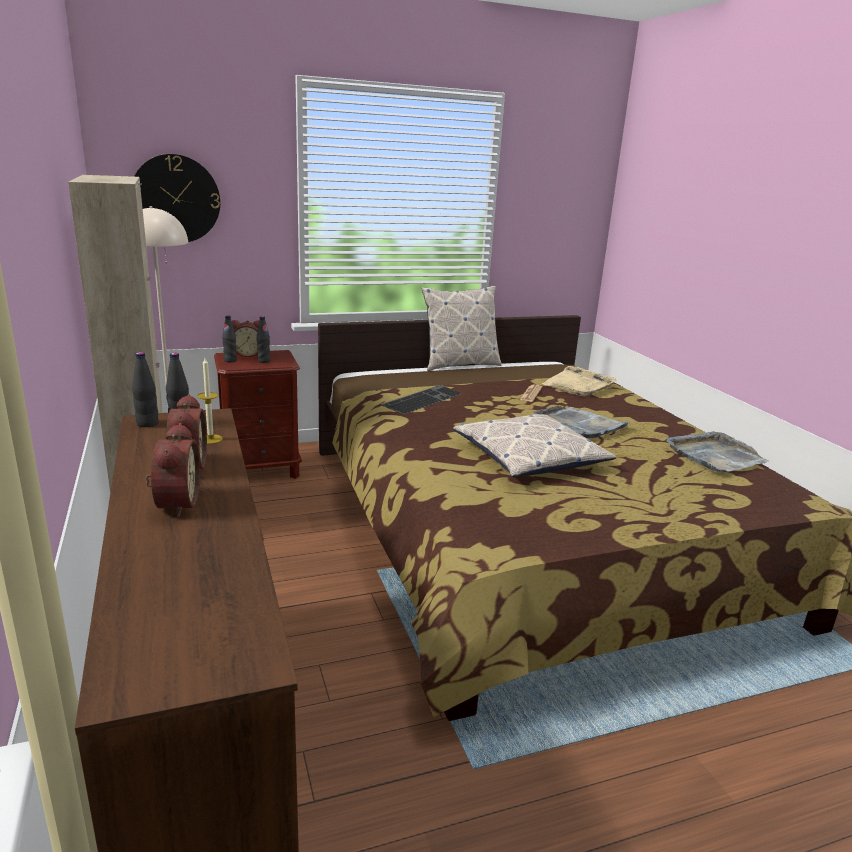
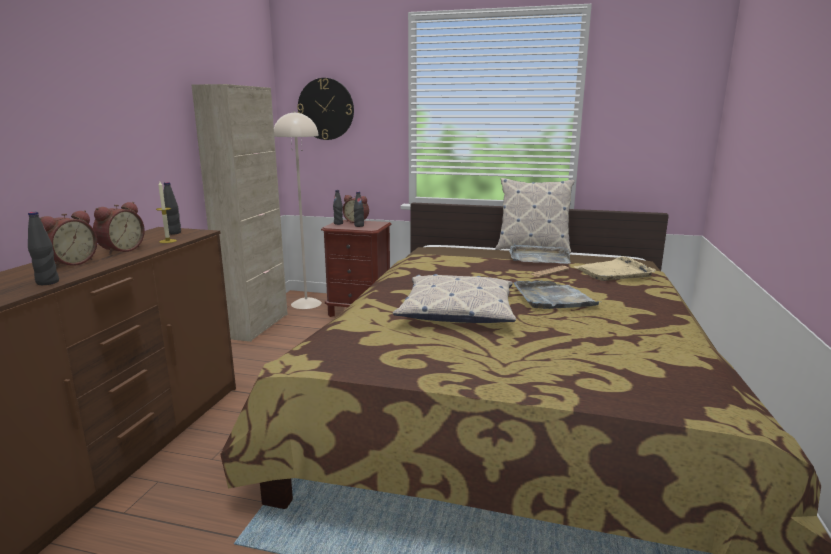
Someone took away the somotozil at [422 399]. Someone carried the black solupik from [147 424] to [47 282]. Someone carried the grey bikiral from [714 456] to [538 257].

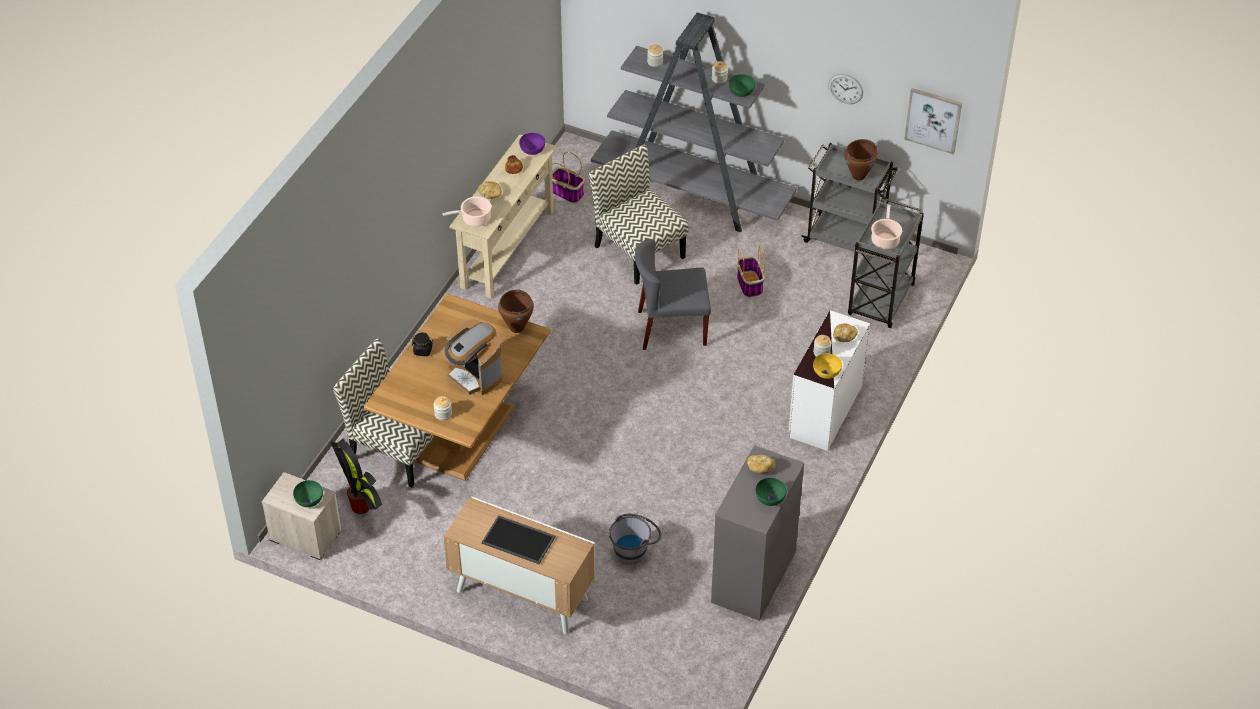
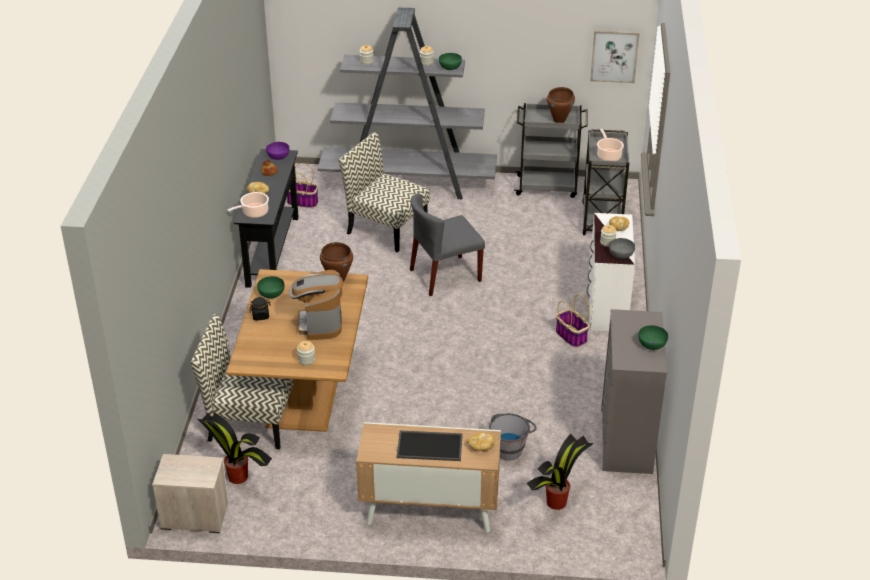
Someone took away the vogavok at [845 88]. Someone put down the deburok at [557 501]. Someone carried the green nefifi from [309 500] to [272 294]. Someone carried the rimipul from [750 285] to [571 336]. Someone carried the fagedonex from [760 468] to [480 447]. Someone repainted the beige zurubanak at [507 249], which became the black zurubanak at [272 251]. Someone repainted the yellow nefifi at [827 372], which became the grey nefifi at [621 255]. Someone rotated the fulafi at [474 375] by 60 degrees clockwise.

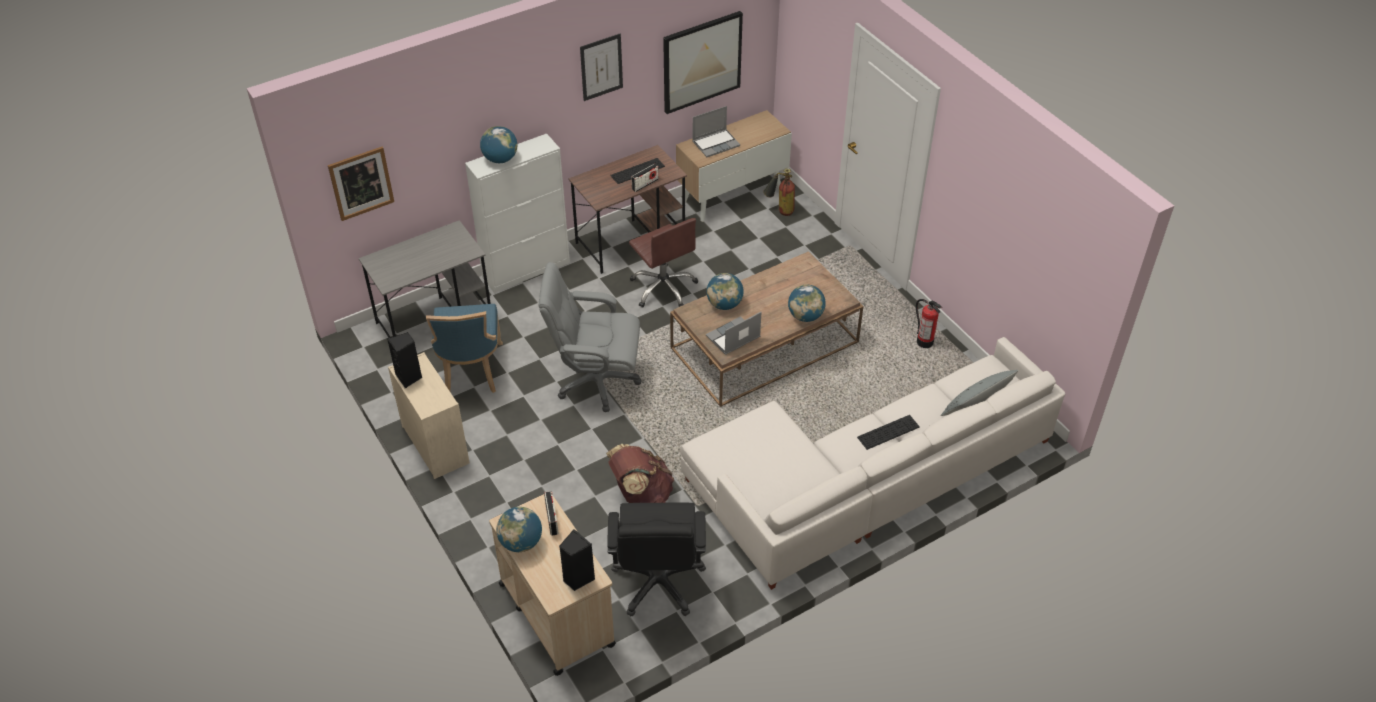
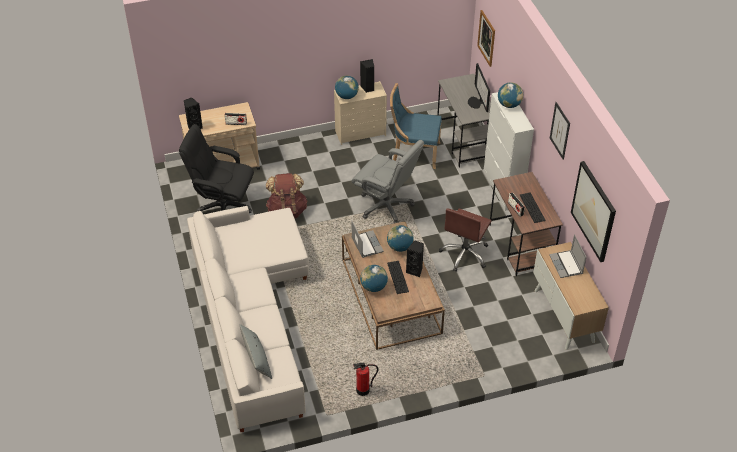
Someone took away the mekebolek at [780 210]. Someone put down the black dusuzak at [415 270]. Someone put down the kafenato at [476 102]. Someone carried the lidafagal from [521 542] to [346 96]. Someone carried the somotozil from [888 432] to [397 277]. Someone rotated the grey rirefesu at [596 381] by 105 degrees clockwise. Someone rotated the brown rirefesu at [663 288] by 45 degrees counterclockwise.

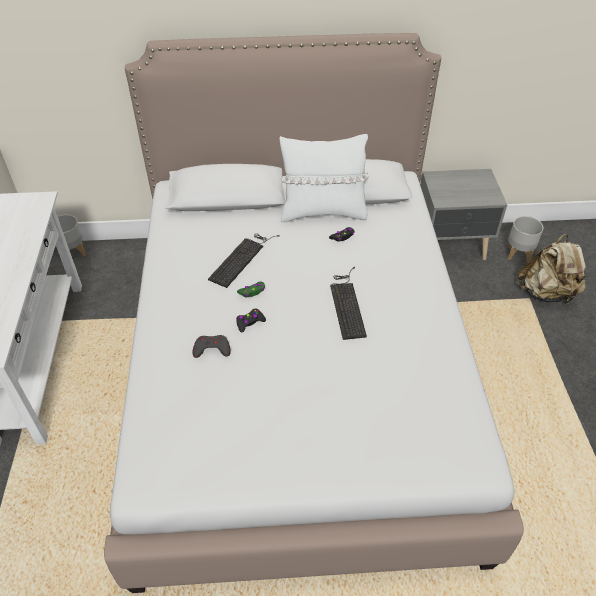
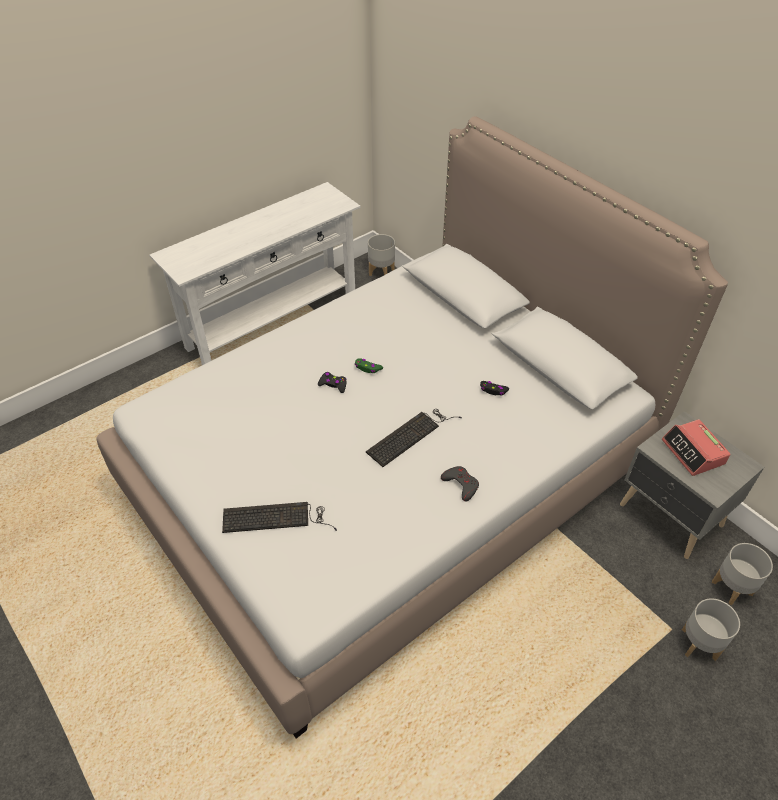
Someone took away the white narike at [323 212]. Someone put down the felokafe at [693 452]. Someone carried the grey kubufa from [212 349] to [461 484]. Someone carried the somotozil from [242 258] to [277 518]. Someone swapped the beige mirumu at [546 293] for the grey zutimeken at [699 644].

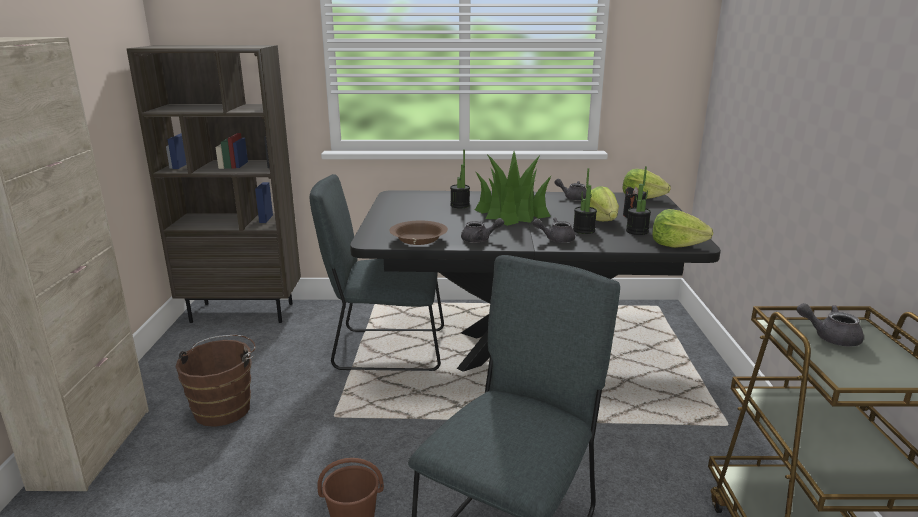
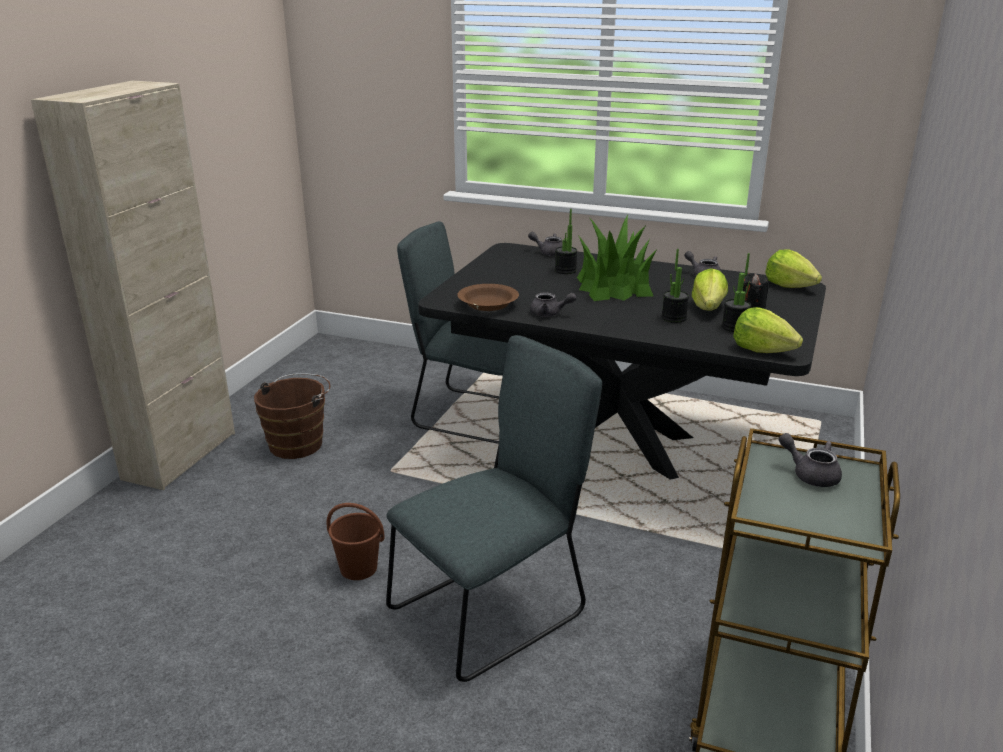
Someone took away the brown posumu at [243 312]. Someone carried the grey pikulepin from [555 239] to [549 252].

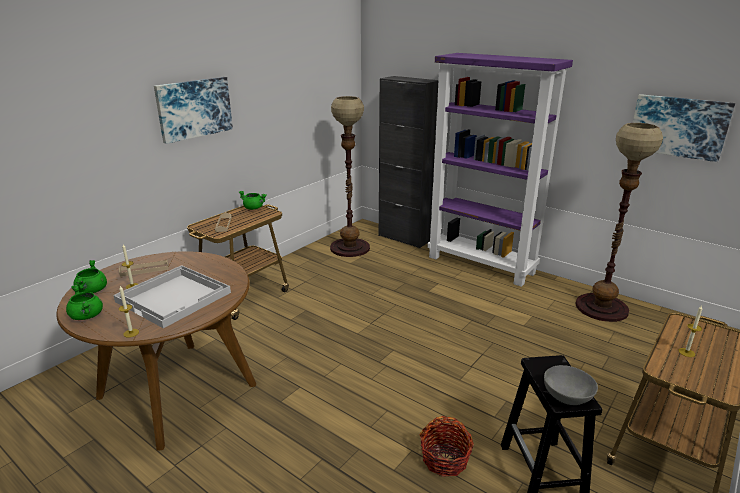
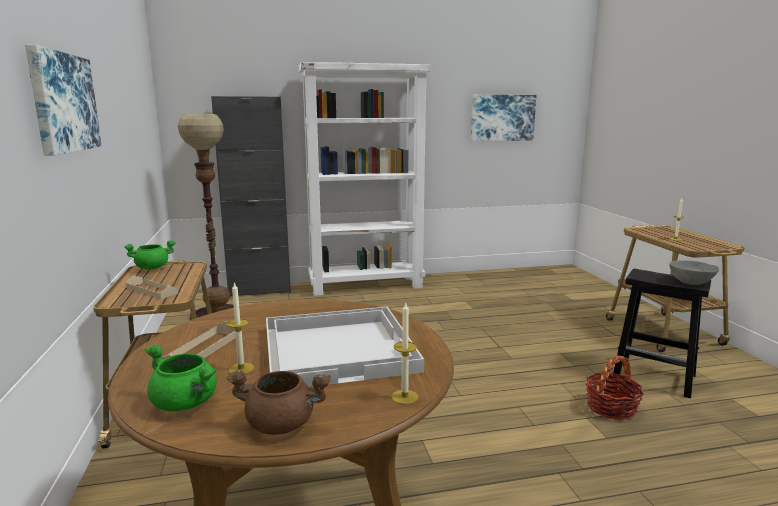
Someone took away the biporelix at [601 308]. Someone repainted the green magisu at [87 316], which became the brown magisu at [282 424]. Someone repainted the purple posumu at [481 265], which became the white posumu at [367 285].

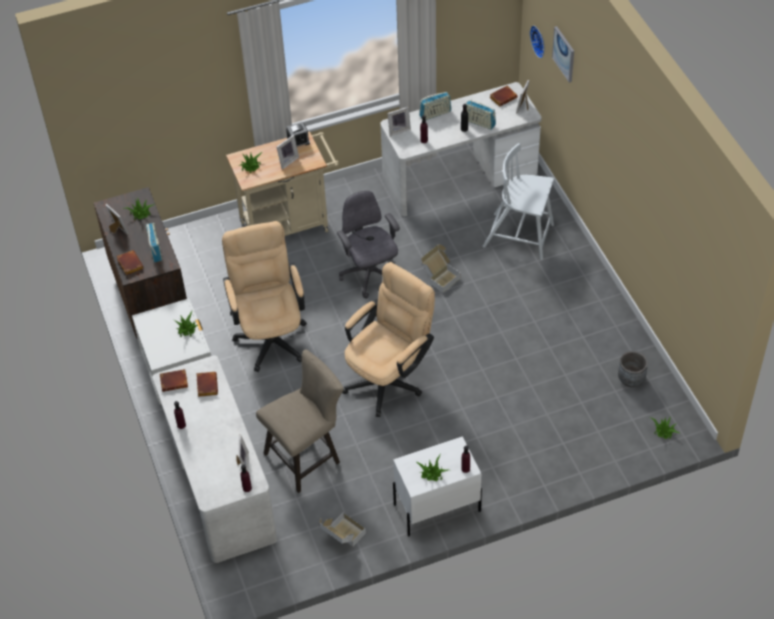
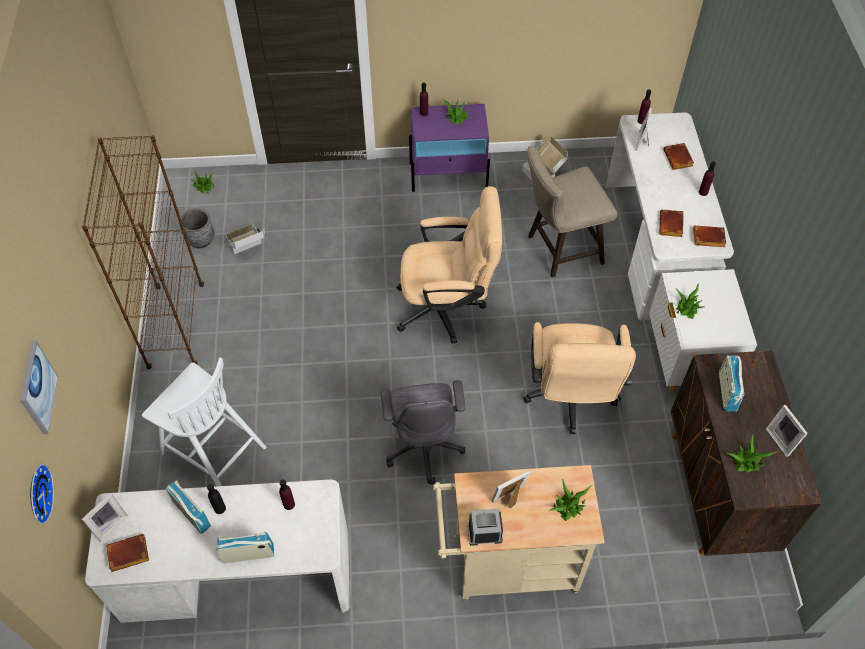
Someone took away the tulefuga at [398 130]. Someone put down the brown posumu at [176 326]. Someone carried the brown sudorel from [129 264] to [679 159]. Someone carried the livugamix from [440 277] to [247 247]. Someone repainted the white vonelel at [436 507], which became the purple vonelel at [449 175]. Someone rotated the beige rirefesu at [389 378] by 150 degrees counterclockwise.

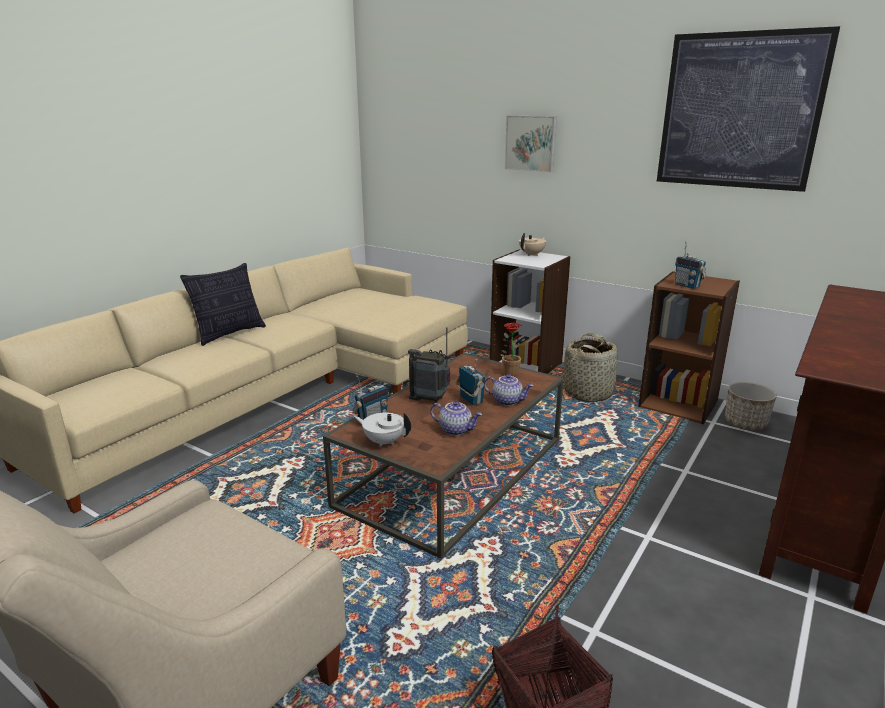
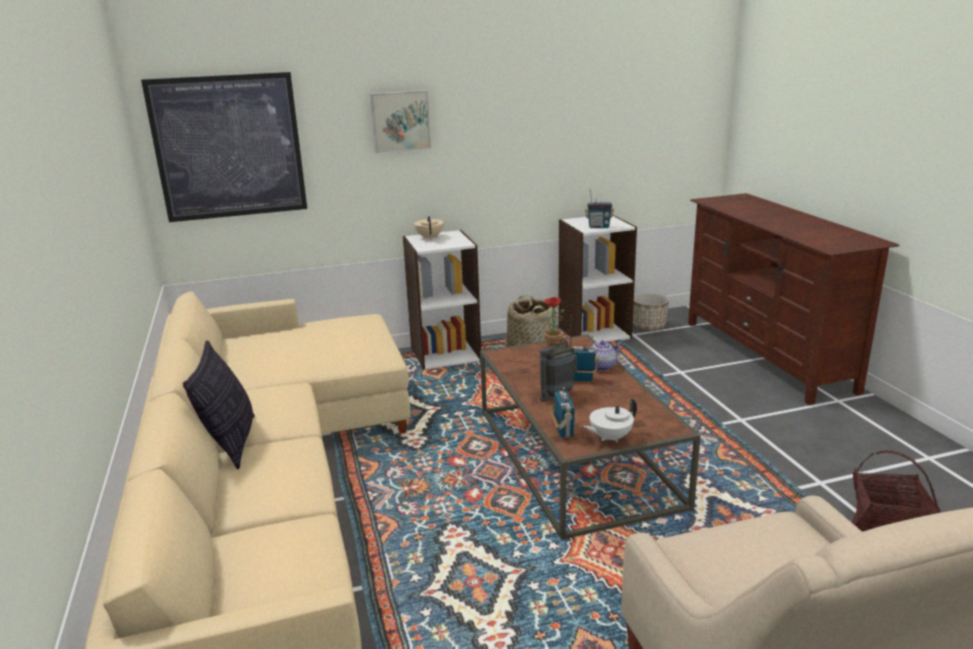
Someone took away the pikulepin at [456 430]. Someone carried the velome from [739 111] to [229 147]. Someone repainted the brown posumu at [678 403], which became the white posumu at [594 332].

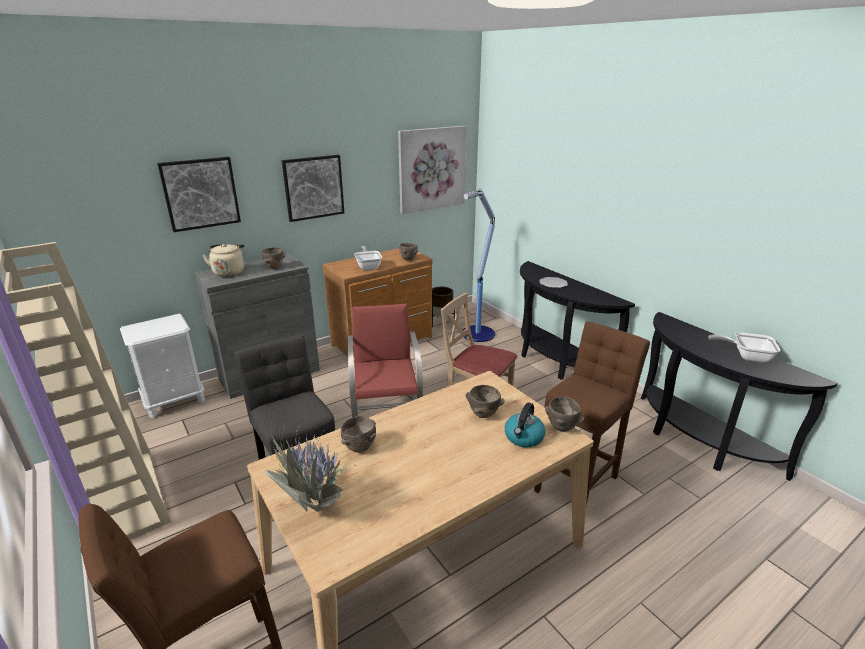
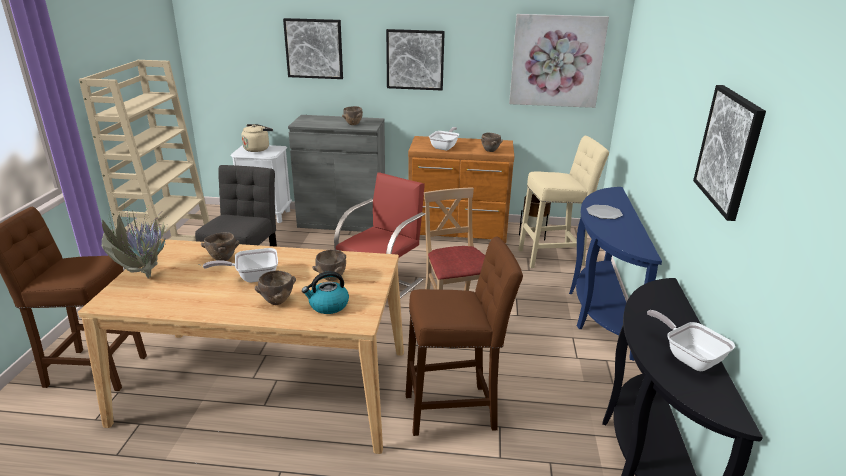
Someone put down the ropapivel at [252 277]. Someone put up the velome at [729 150]. Someone carried the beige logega from [229 272] to [257 148]. Someone carried the brown nefifi from [562 428] to [276 302]. Someone swapped the biporelix at [477 334] for the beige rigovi at [554 257]. Someone repainted the black zurubanak at [554 361], which became the blue zurubanak at [598 311].

